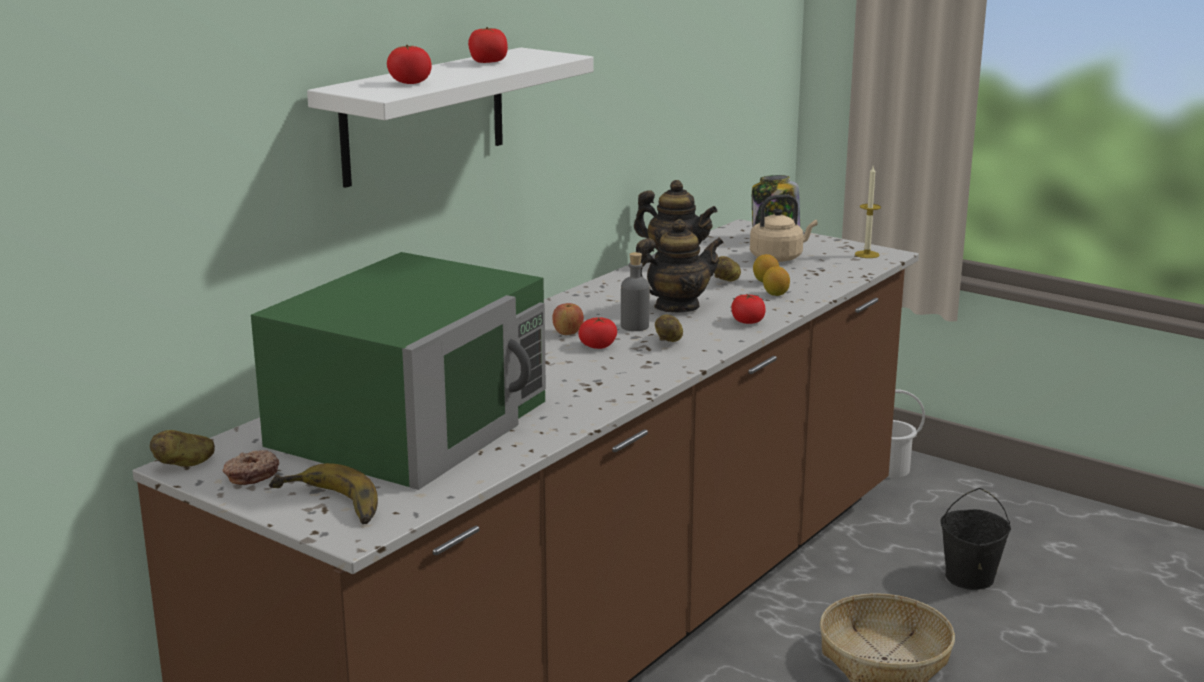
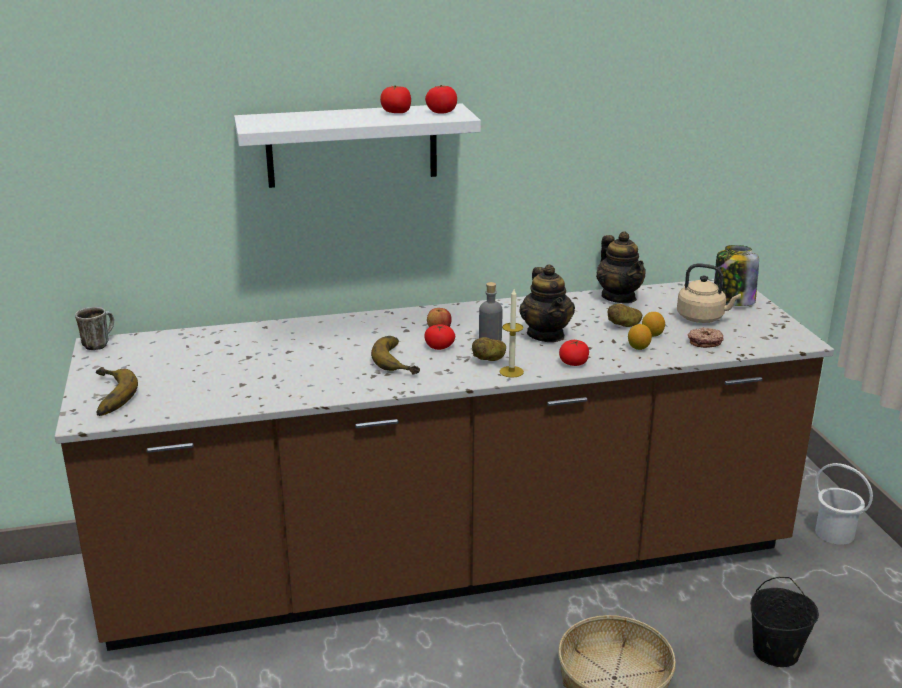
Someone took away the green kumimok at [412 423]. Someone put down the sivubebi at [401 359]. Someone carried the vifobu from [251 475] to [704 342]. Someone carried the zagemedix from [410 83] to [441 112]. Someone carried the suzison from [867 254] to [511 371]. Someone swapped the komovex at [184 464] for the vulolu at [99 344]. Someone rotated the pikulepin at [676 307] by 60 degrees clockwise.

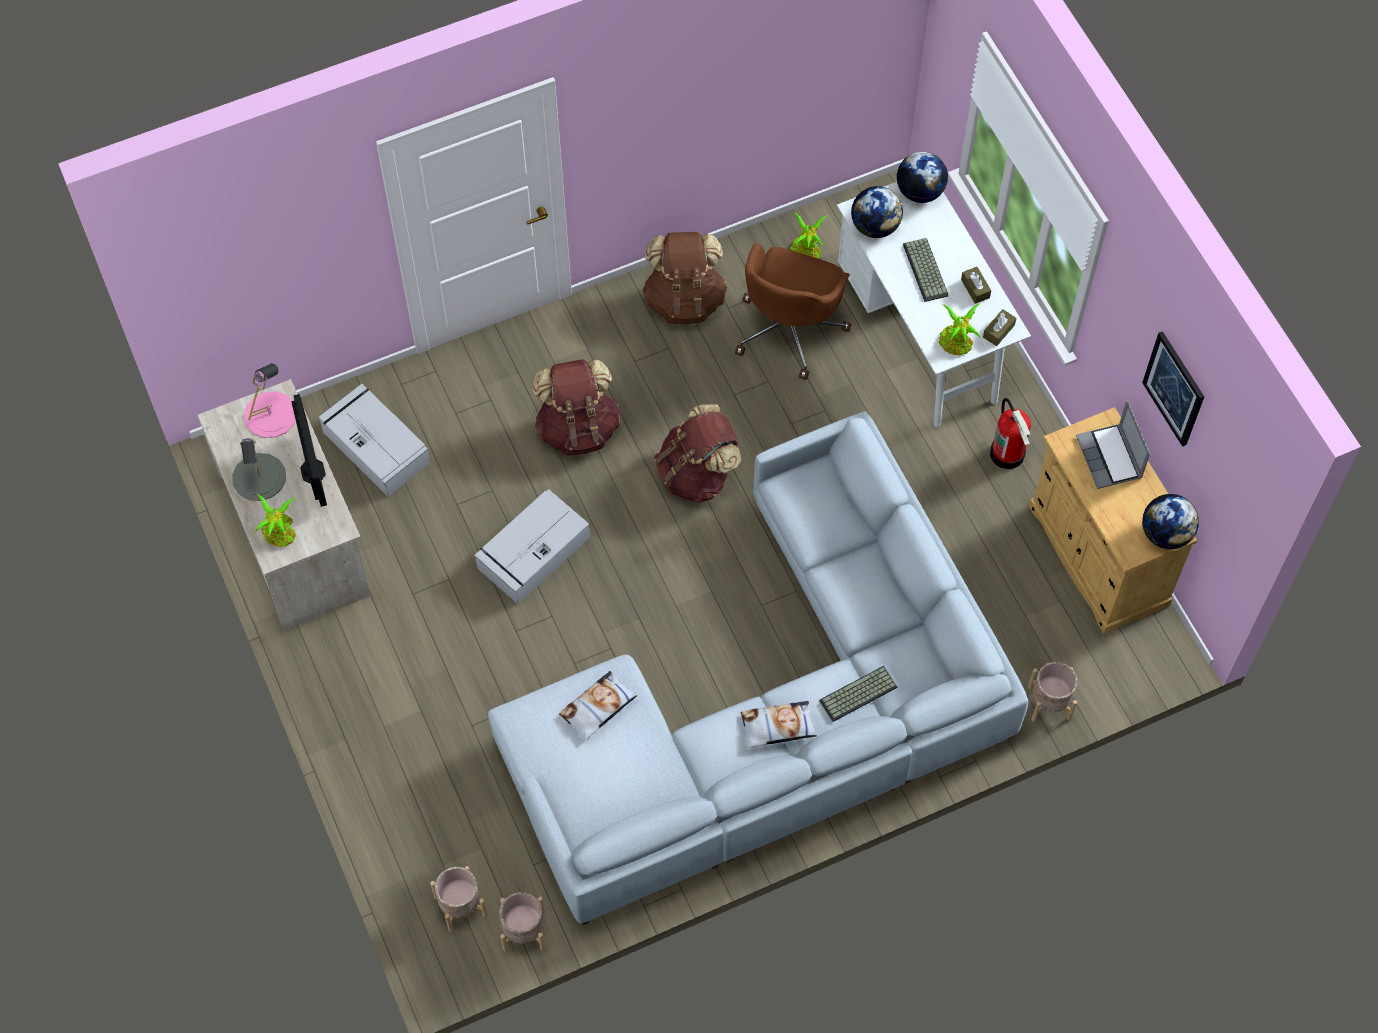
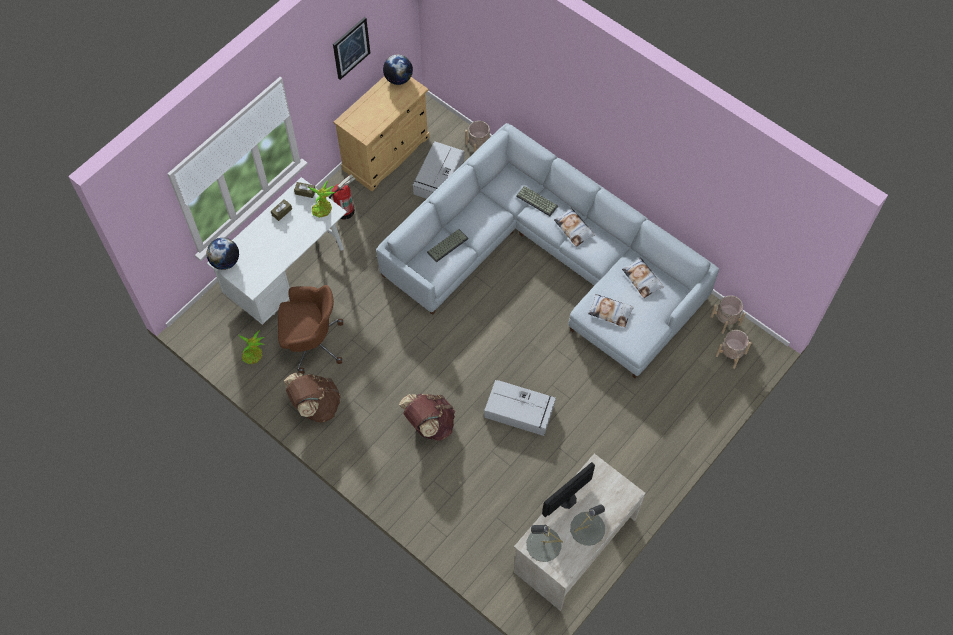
Someone took away the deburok at [280 534]. Someone took away the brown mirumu at [697 474]. Someone took away the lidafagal at [875 227]. Someone took away the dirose at [1110 458]. Someone put down the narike at [642 279]. Someone carried the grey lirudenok from [375 446] to [438 178]. Someone carried the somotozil from [926 270] to [447 245]. Someone repainted the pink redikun at [270 414], which became the grey redikun at [543 544].

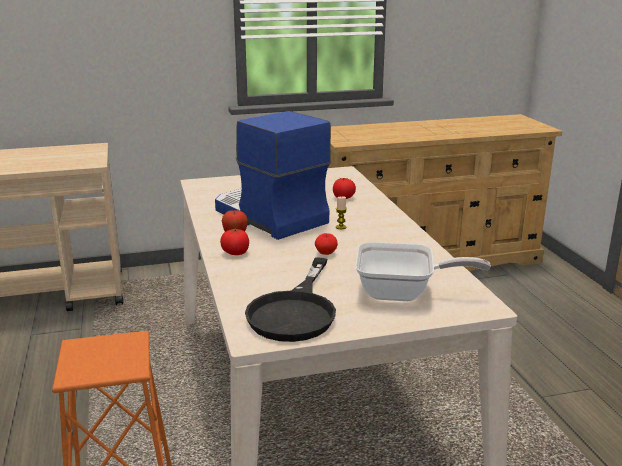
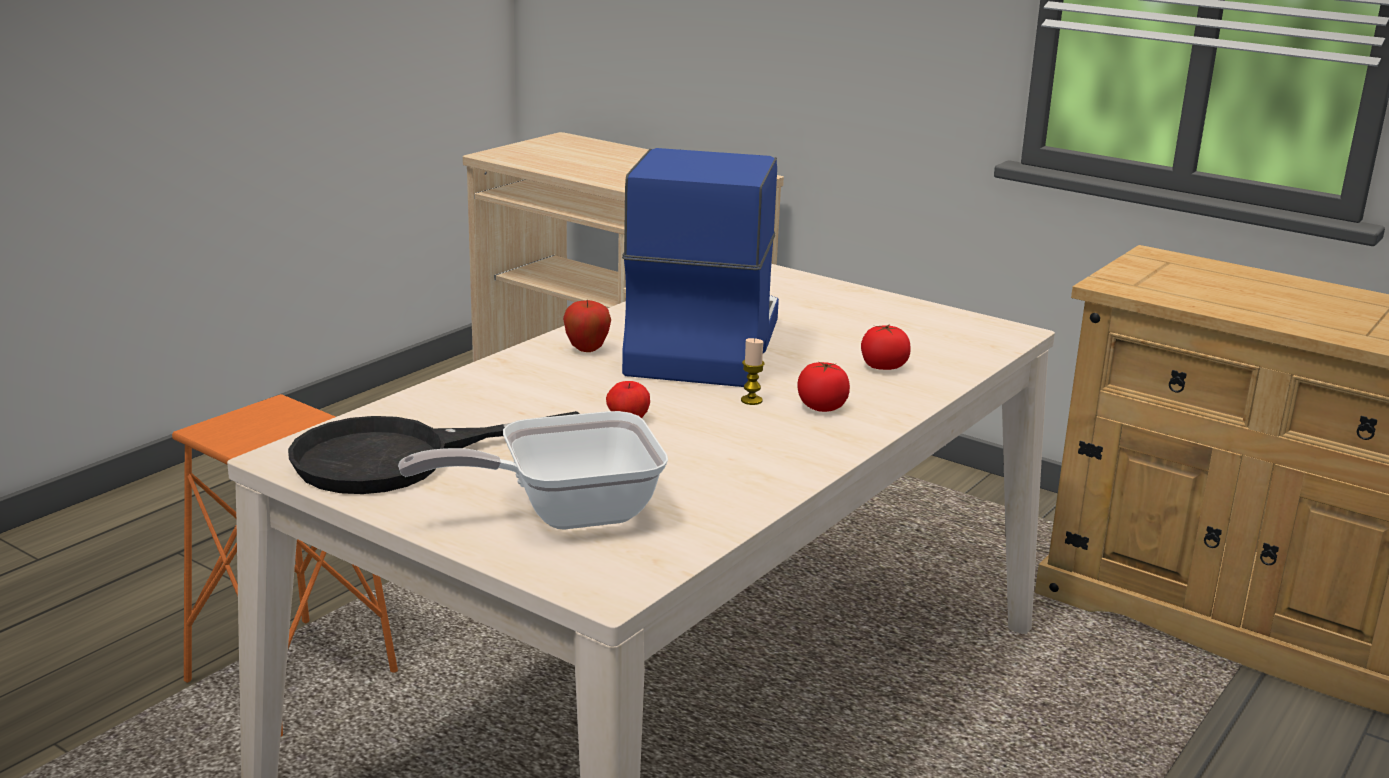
Someone carried the zagemedix from [235 253] to [821 407]. Someone rotated the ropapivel at [403 293] by 105 degrees clockwise.

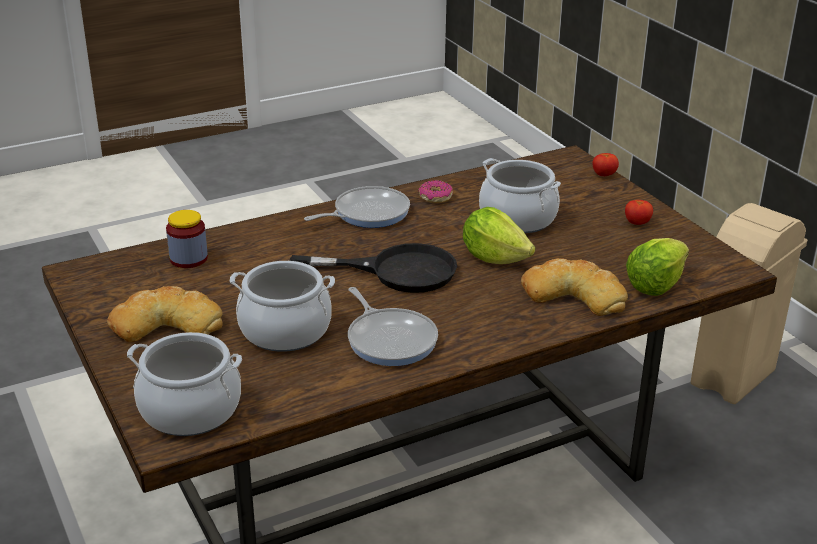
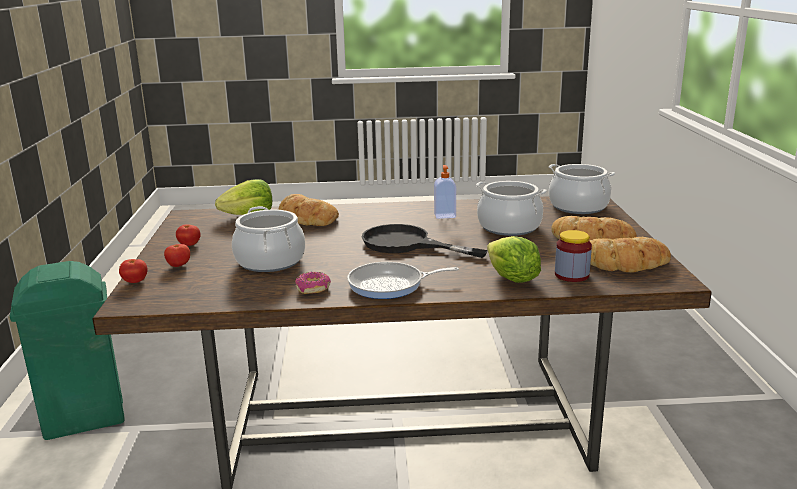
Someone put down the zagemedix at [179 265]. Someone put down the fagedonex at [625 263]. Someone carried the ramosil from [494 257] to [512 279]. Someone swapped the ropapivel at [390 339] for the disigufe at [444 215]. Someone repainted the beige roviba at [731 377], which became the green roviba at [86 420].

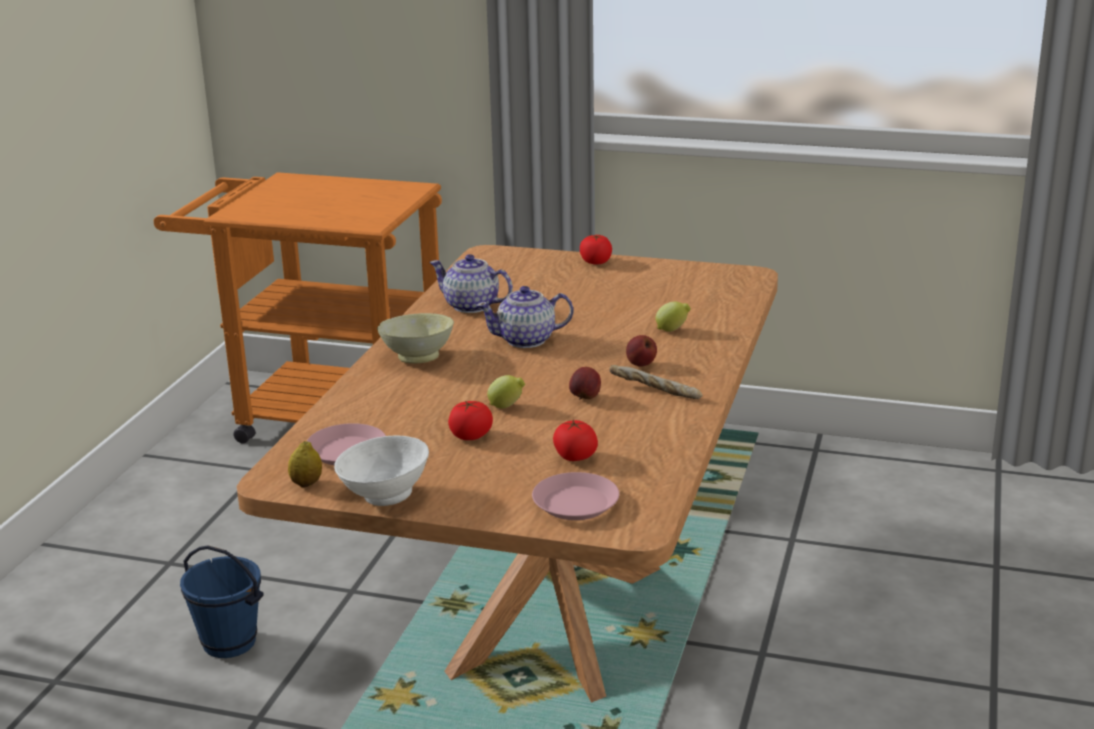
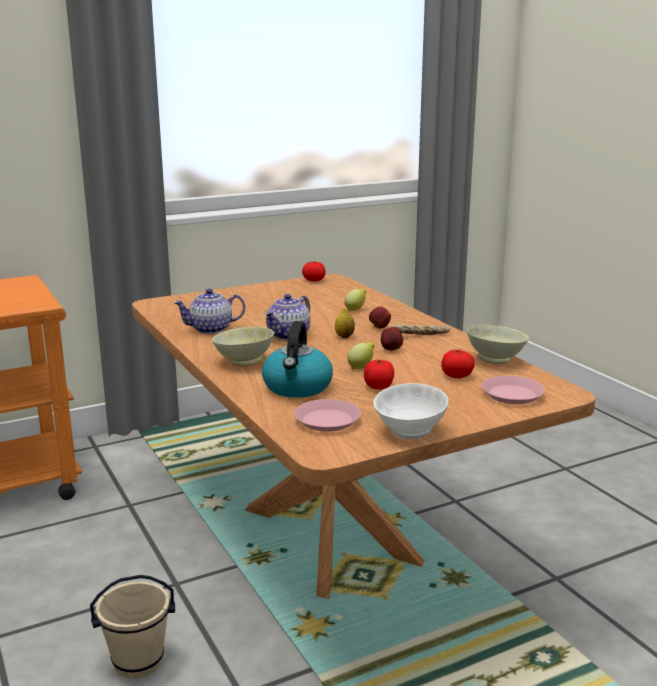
Someone put down the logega at [297 387]. Someone put down the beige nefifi at [496 360]. Someone carried the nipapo from [306 483] to [344 336]. Someone carried the zagemedix from [596 262] to [314 280]. Someone repainted the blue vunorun at [230 642], which became the beige vunorun at [138 661].

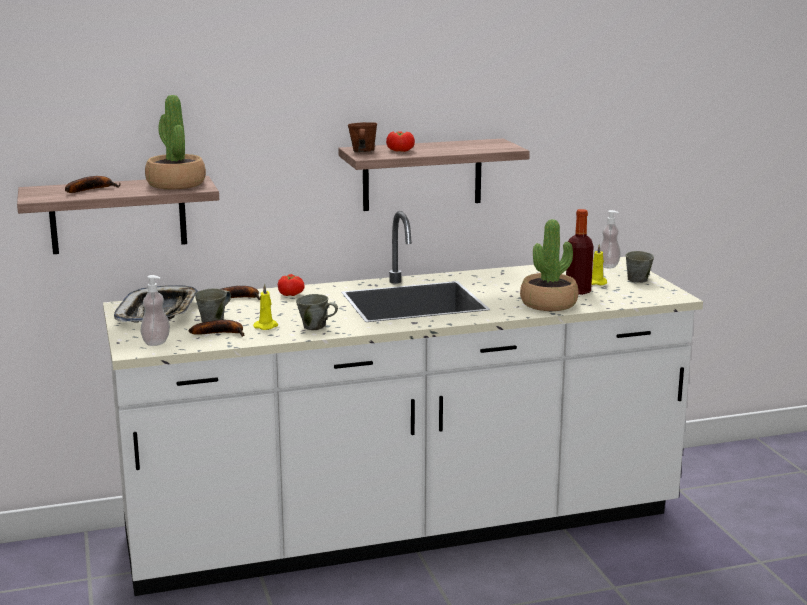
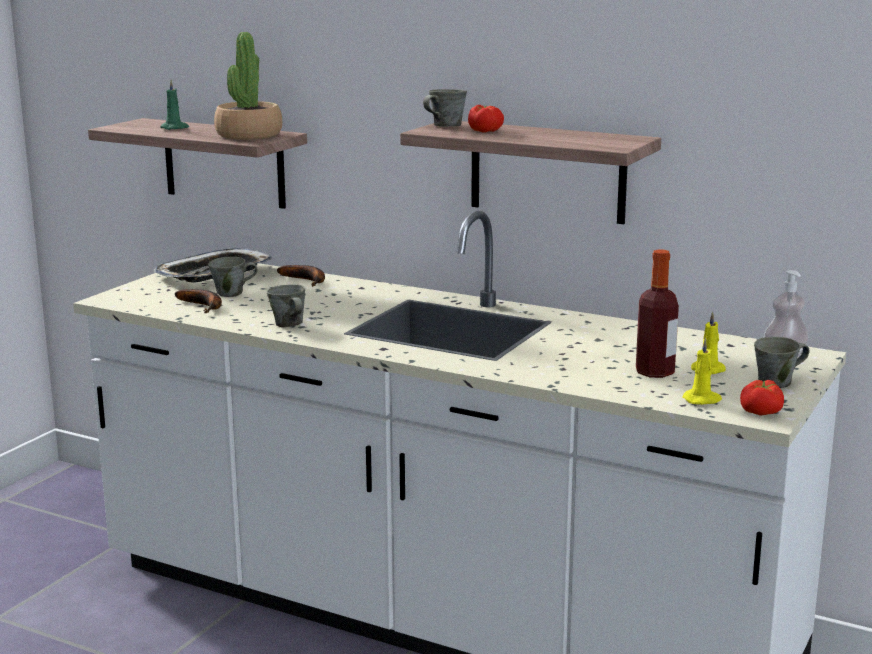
Someone took away the disigufe at [156 342]. Someone took away the deburok at [548 304]. Someone carried the yellow suzison from [267 326] to [702 400]. Someone carried the zagemedix from [291 294] to [762 412]. Someone swapped the sivubebi at [91 189] for the green suzison at [175 128]. Someone repainted the brown vulolu at [362 151], which became the grey vulolu at [445 126].

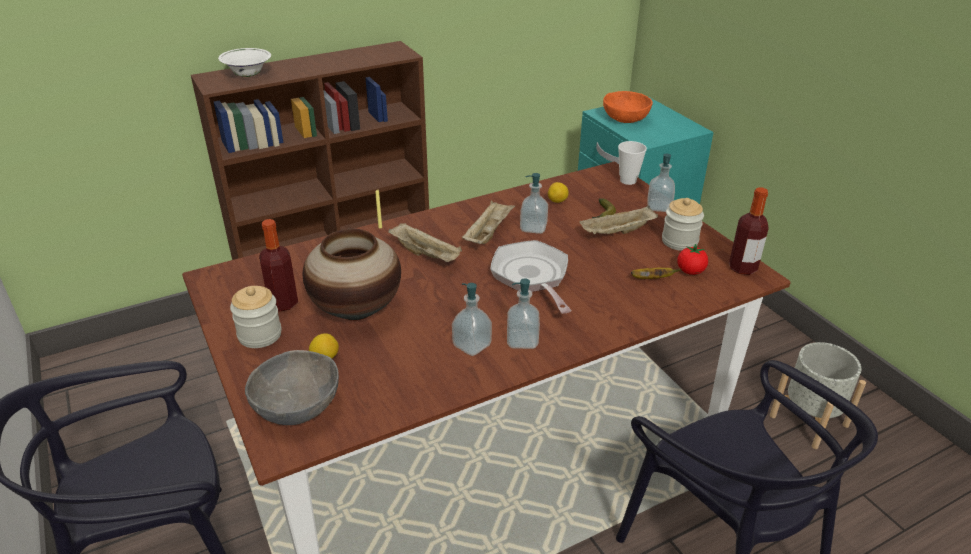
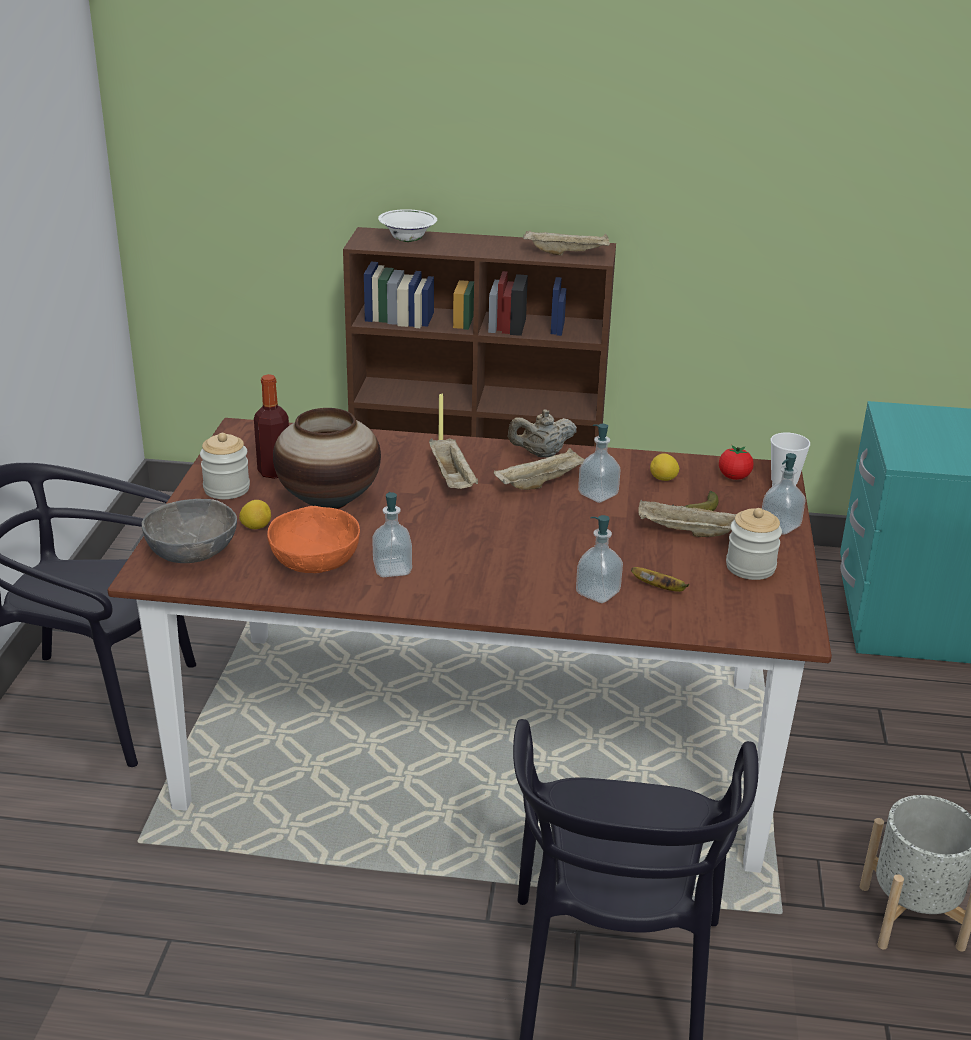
Someone took away the ropapivel at [532 277]. Someone took away the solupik at [742 268]. Someone put down the beige pikulepin at [541 454]. Someone put down the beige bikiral at [567 253]. Someone carried the disigufe from [522 341] to [598 593]. Someone carried the orange nefifi from [625 118] to [315 561]. Someone carried the zagemedix from [690 271] to [734 477].

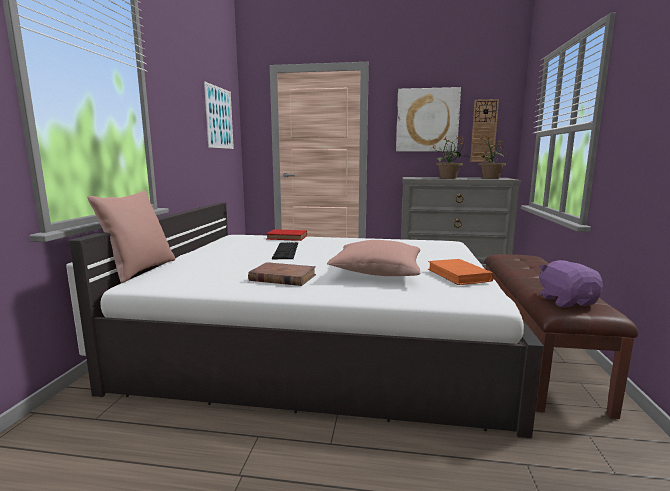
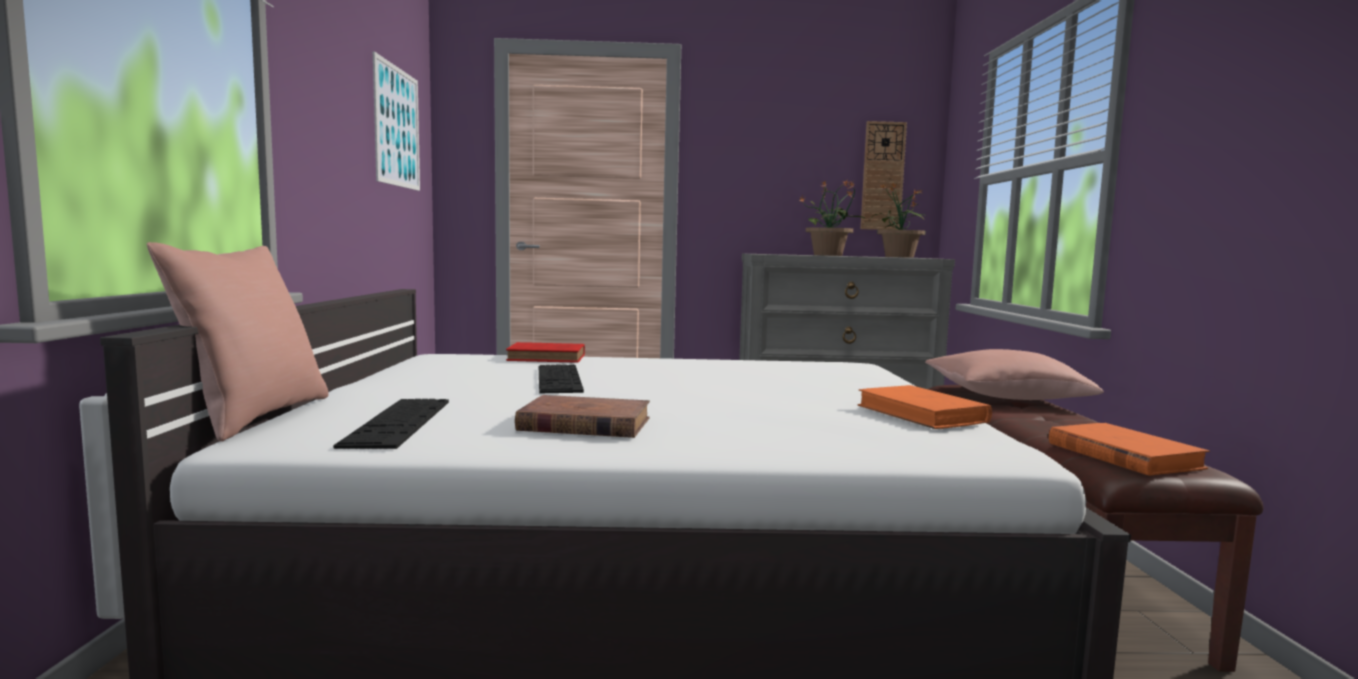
Someone took away the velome at [427 120]. Someone put down the somotozil at [398 422]. Someone carried the pink narike from [377 272] to [1004 396]. Someone swapped the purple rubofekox at [566 301] for the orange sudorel at [1122 455].

